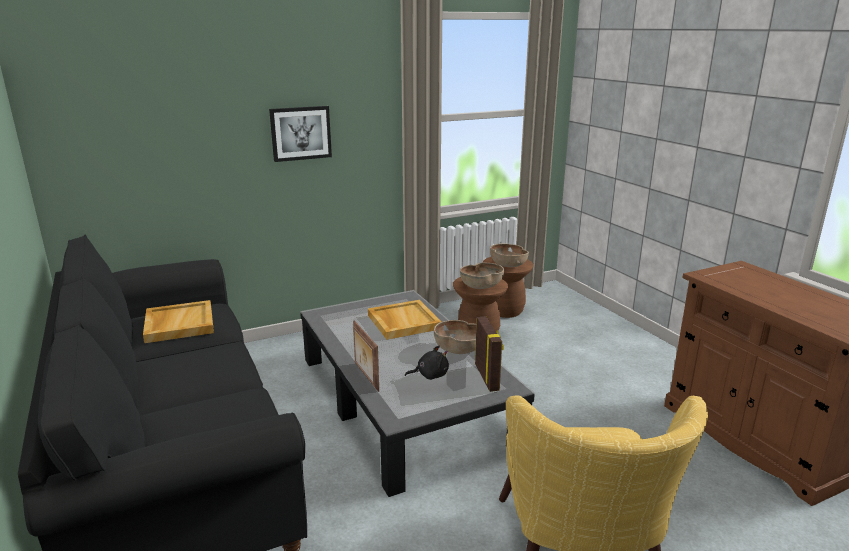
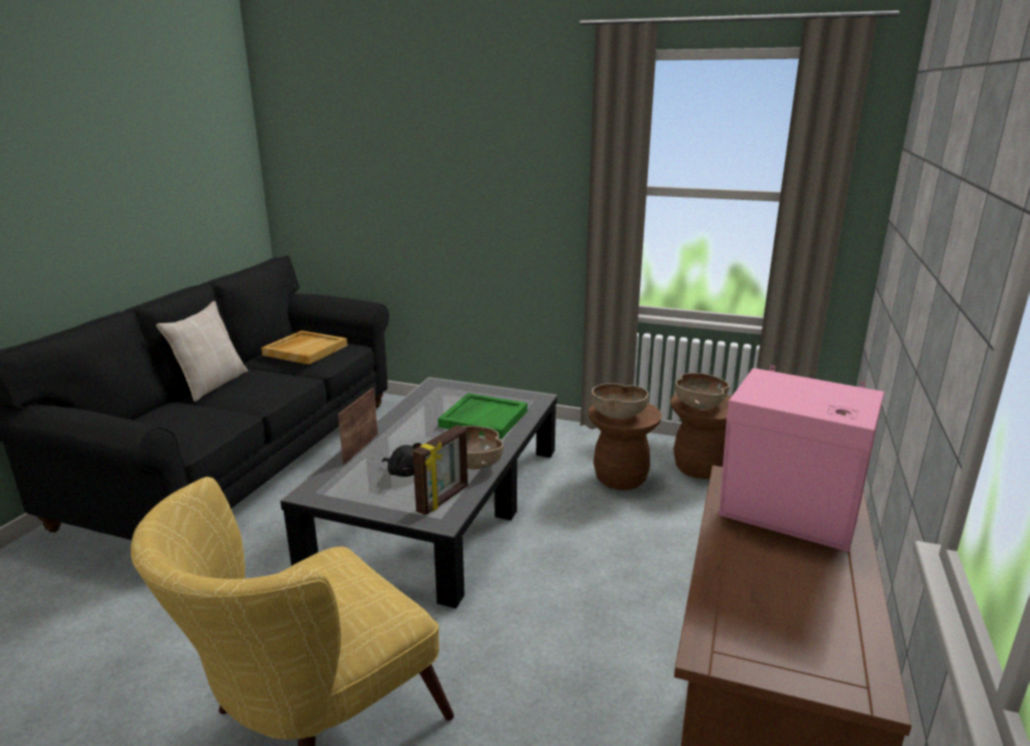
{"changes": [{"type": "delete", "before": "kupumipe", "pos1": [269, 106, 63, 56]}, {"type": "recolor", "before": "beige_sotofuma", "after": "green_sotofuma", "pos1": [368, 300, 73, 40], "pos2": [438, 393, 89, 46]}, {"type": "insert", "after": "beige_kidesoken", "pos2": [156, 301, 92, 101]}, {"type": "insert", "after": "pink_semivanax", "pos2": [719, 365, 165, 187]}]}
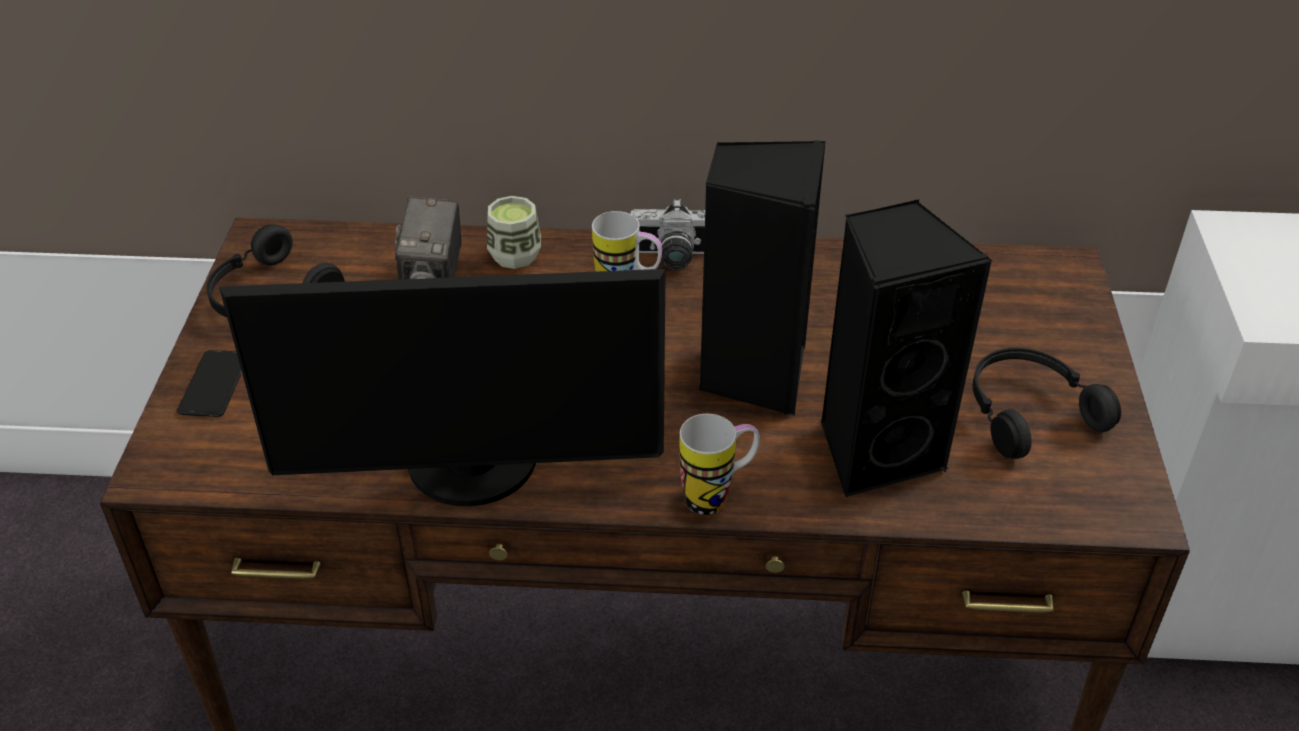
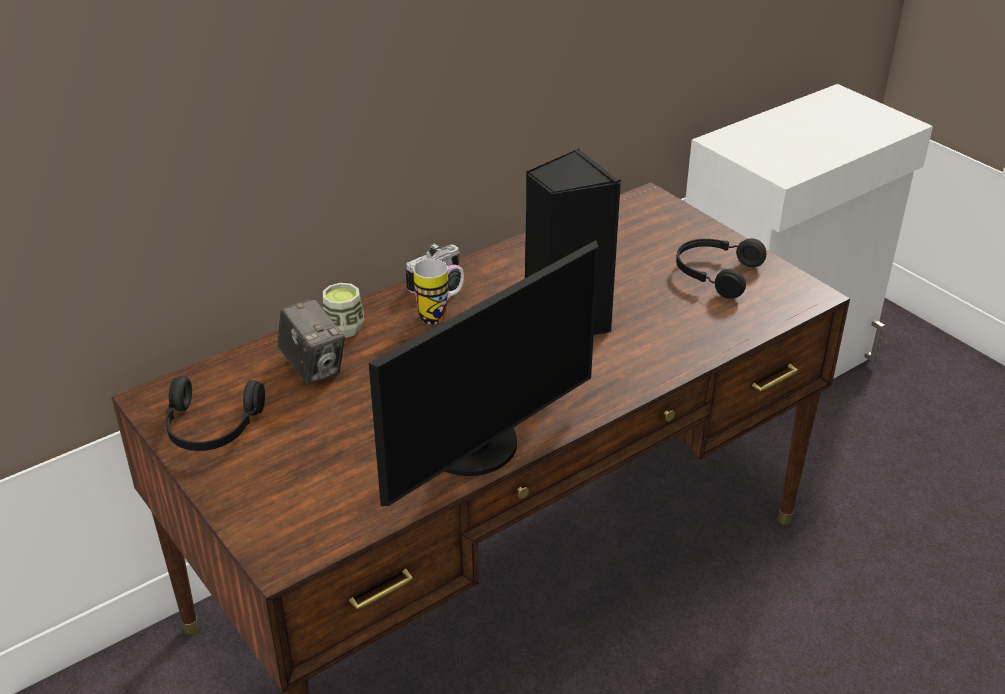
{"changes": [{"type": "delete", "before": "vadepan", "pos1": [177, 350, 65, 67]}, {"type": "delete", "before": "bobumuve", "pos1": [680, 414, 80, 101]}, {"type": "delete", "before": "black_semivanax", "pos1": [821, 200, 171, 297]}]}
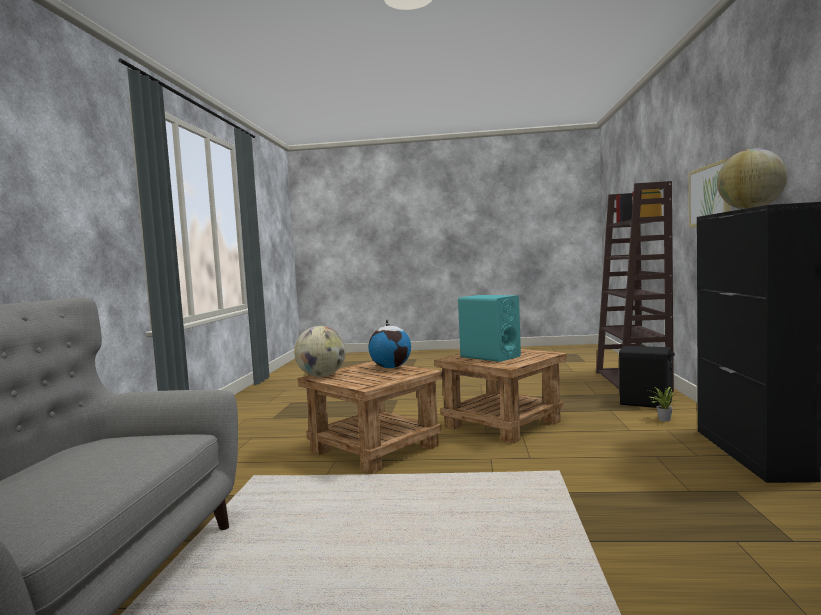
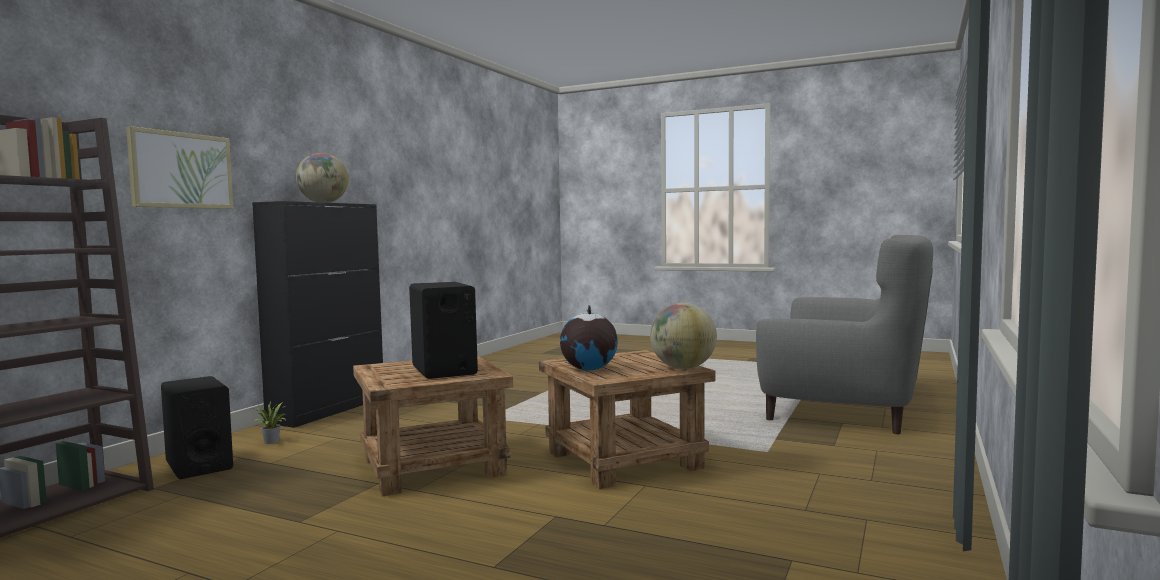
{"changes": [{"type": "recolor", "before": "turquoise_semivanax", "after": "black_semivanax", "pos1": [458, 295, 63, 67], "pos2": [409, 282, 69, 97]}]}
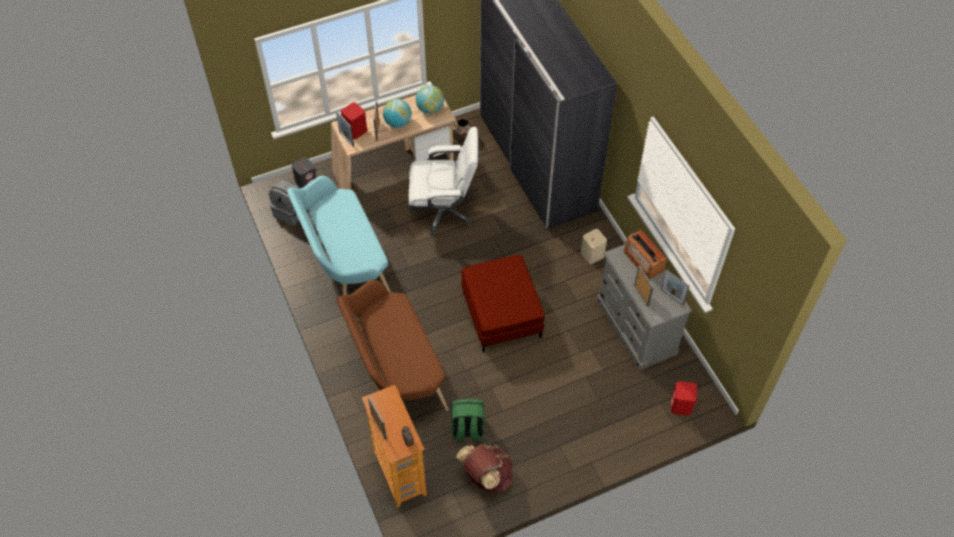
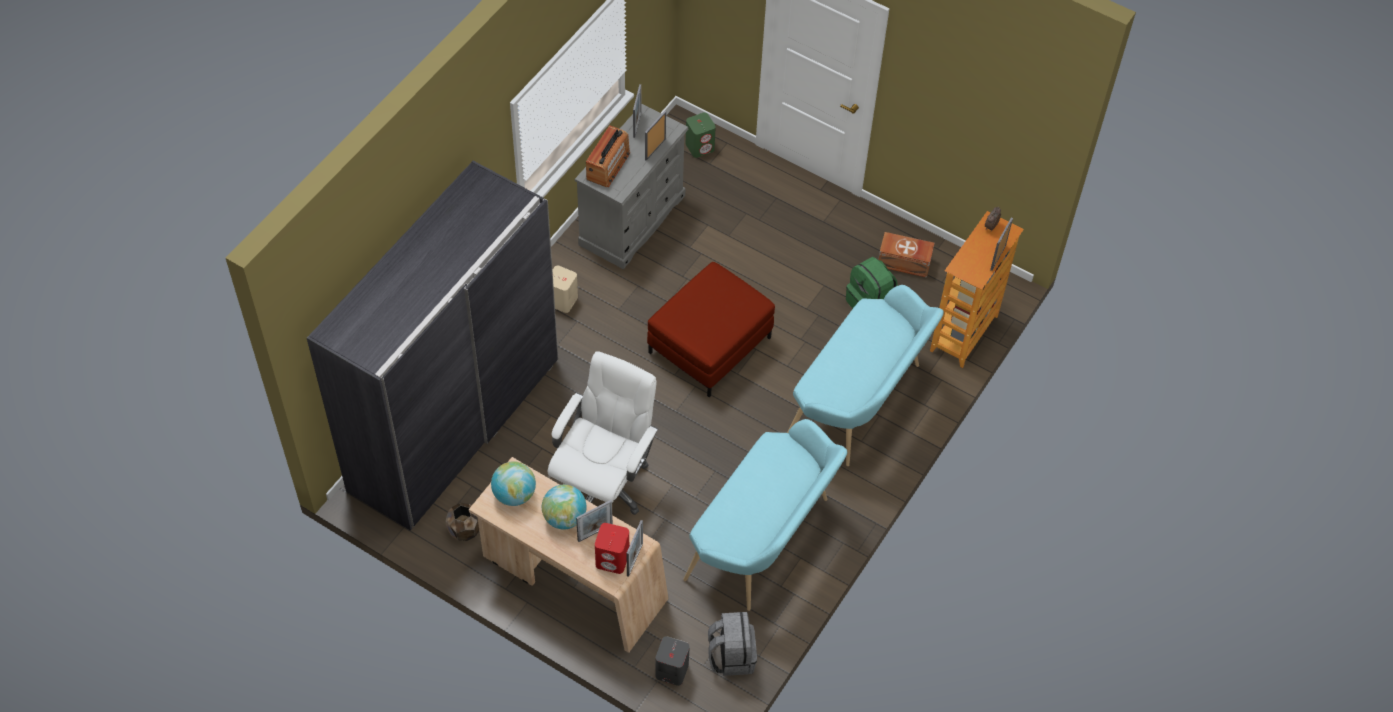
{"changes": [{"type": "recolor", "before": "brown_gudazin", "after": "turquoise_gudazin", "pos1": [337, 280, 111, 131], "pos2": [787, 285, 157, 181]}, {"type": "rotate", "before": "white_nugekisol", "pos1": [409, 127, 69, 109], "pos2": [548, 351, 110, 164], "turn": 60}, {"type": "replace", "before": "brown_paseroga", "after": "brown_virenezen", "pos1": [456, 444, 57, 48], "pos2": [878, 232, 57, 46]}, {"type": "recolor", "before": "red_semivanax", "after": "green_semivanax", "pos1": [671, 381, 26, 34], "pos2": [686, 112, 30, 46]}]}
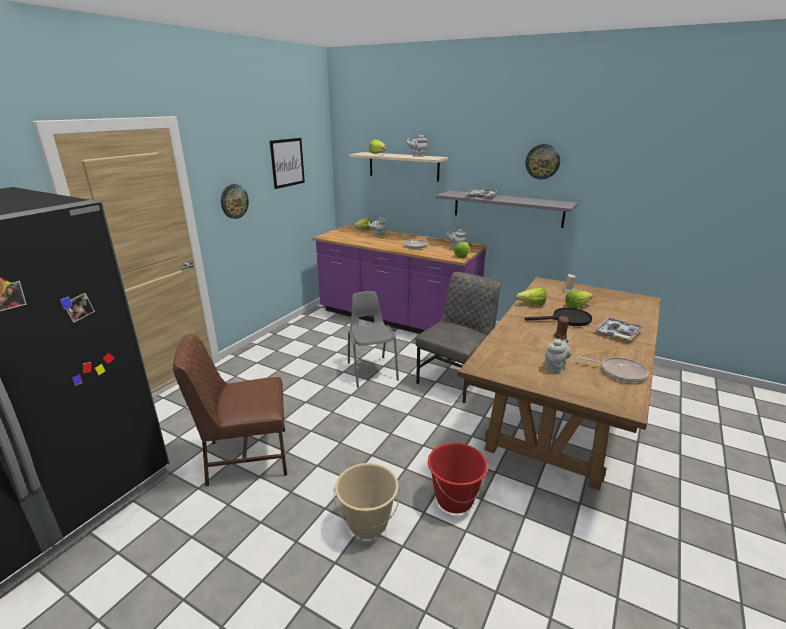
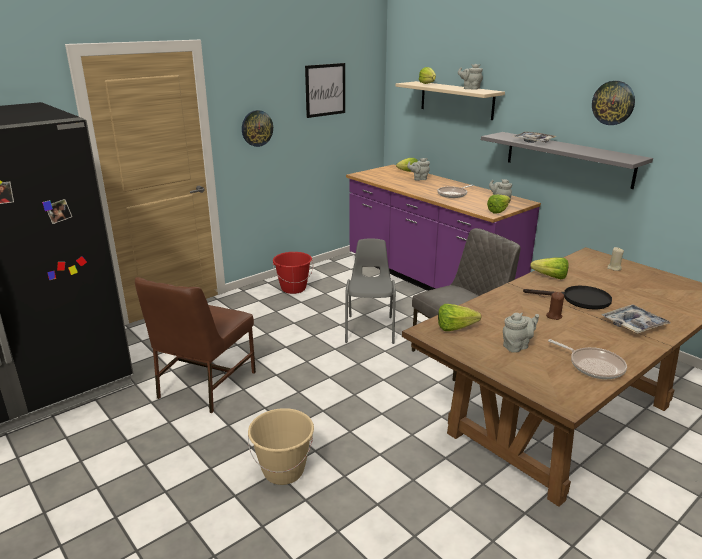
{"changes": [{"type": "rotate", "before": "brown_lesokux", "pos1": [173, 334, 114, 152], "pos2": [135, 277, 121, 136], "turn": -75}, {"type": "move", "before": "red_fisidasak", "pos1": [428, 443, 60, 70], "pos2": [273, 252, 40, 42]}, {"type": "move", "before": "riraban", "pos1": [565, 290, 28, 19], "pos2": [438, 304, 43, 27]}]}
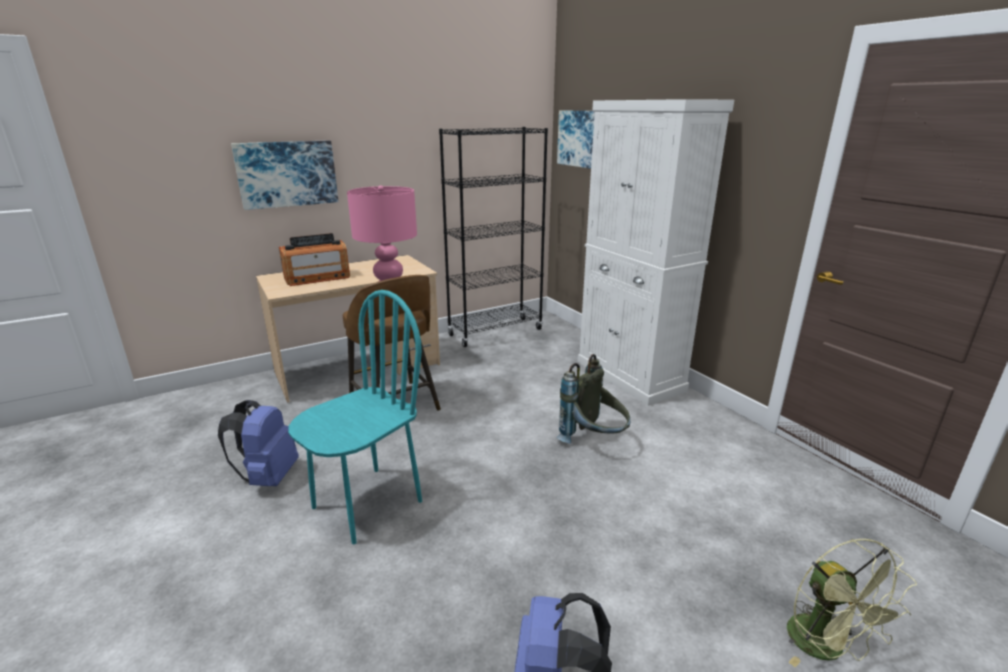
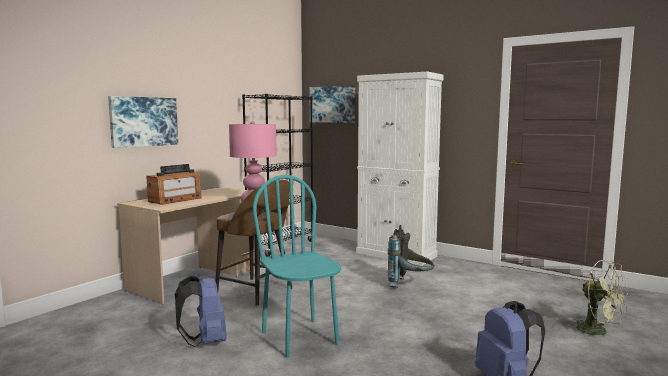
{"changes": [{"type": "rotate", "before": "turquoise_lesokux", "pos1": [288, 290, 134, 254], "pos2": [253, 175, 88, 183], "turn": -45}]}
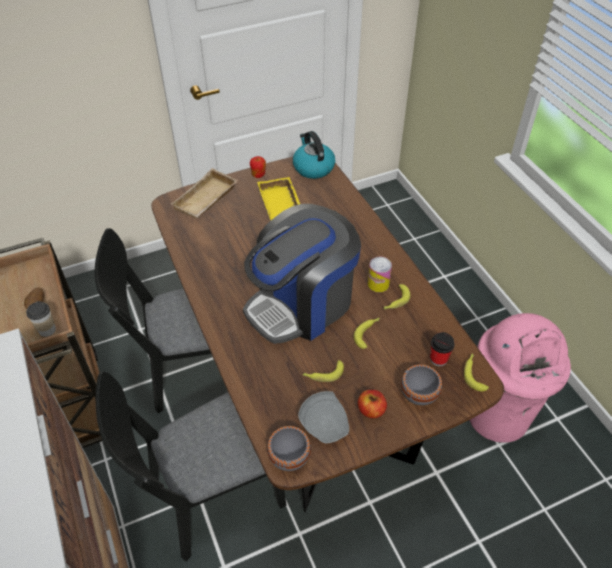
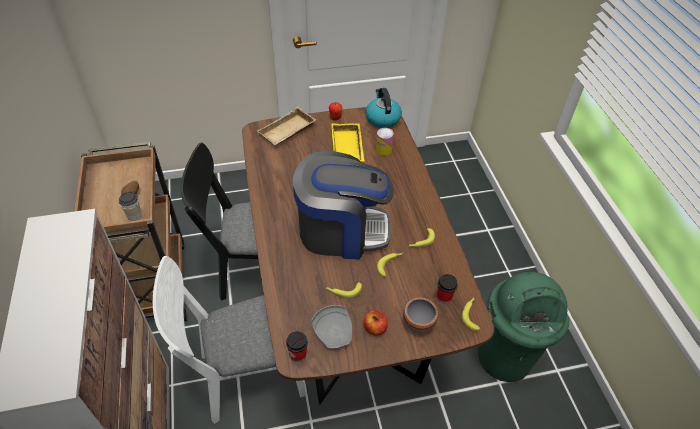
{"changes": [{"type": "recolor", "before": "black_lesokux", "after": "white_lesokux", "pos1": [96, 372, 191, 190], "pos2": [153, 256, 153, 168]}, {"type": "rotate", "before": "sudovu", "pos1": [243, 204, 118, 140], "pos2": [293, 151, 101, 109], "turn": -150}, {"type": "replace", "before": "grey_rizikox", "after": "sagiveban", "pos1": [267, 426, 44, 45], "pos2": [286, 331, 22, 31]}, {"type": "move", "before": "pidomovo", "pos1": [368, 257, 24, 35], "pos2": [376, 128, 18, 27]}, {"type": "recolor", "before": "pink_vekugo", "after": "green_vekugo", "pos1": [470, 313, 101, 130], "pos2": [478, 272, 92, 110]}]}
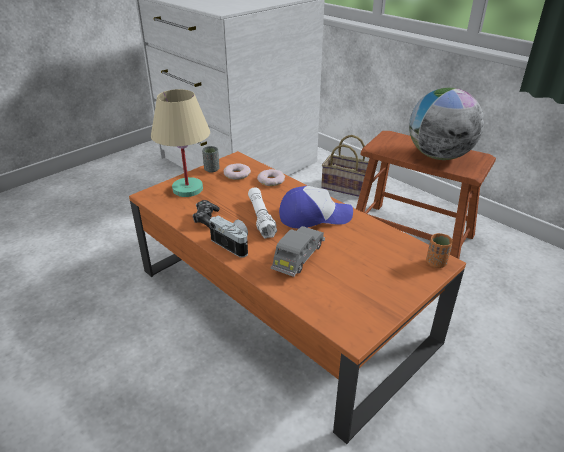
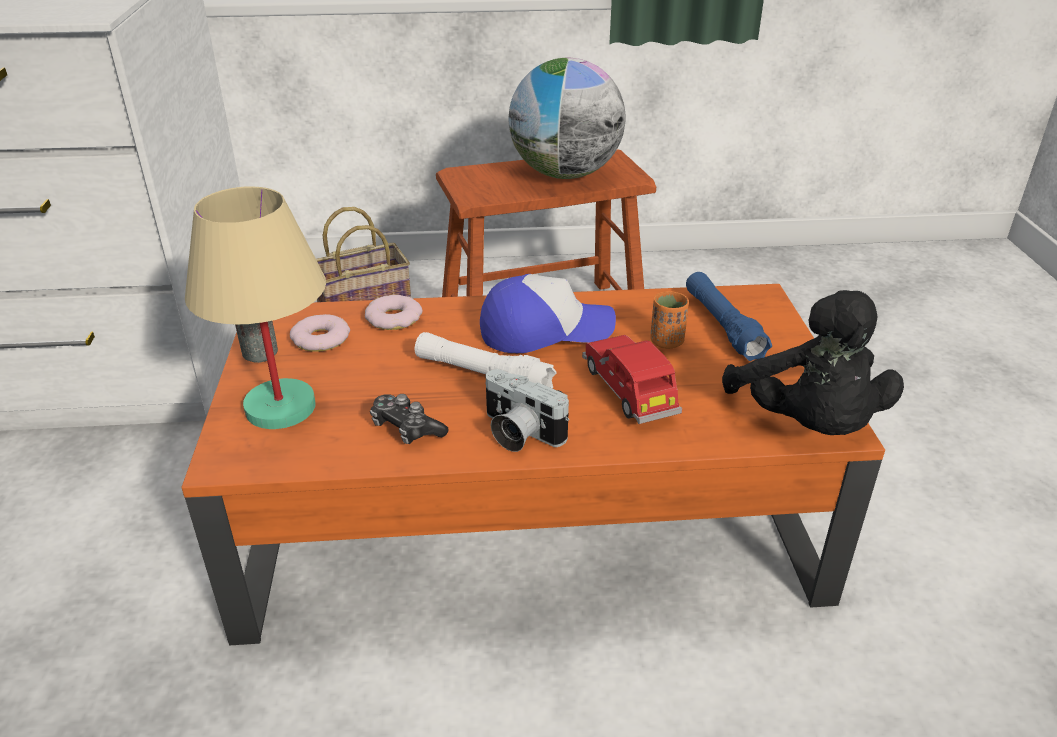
{"changes": [{"type": "rotate", "before": "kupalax", "pos1": [209, 216, 39, 42], "pos2": [485, 369, 84, 83], "turn": -135}, {"type": "recolor", "before": "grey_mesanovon", "after": "red_mesanovon", "pos1": [271, 226, 54, 51], "pos2": [582, 335, 100, 89]}, {"type": "rotate", "before": "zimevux", "pos1": [279, 186, 74, 43], "pos2": [480, 274, 136, 79], "turn": 45}, {"type": "move", "before": "orange_sagiveban", "pos1": [426, 233, 27, 35], "pos2": [650, 291, 39, 58]}, {"type": "insert", "after": "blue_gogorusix", "pos2": [686, 272, 86, 89]}, {"type": "insert", "after": "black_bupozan", "pos2": [722, 290, 182, 145]}]}
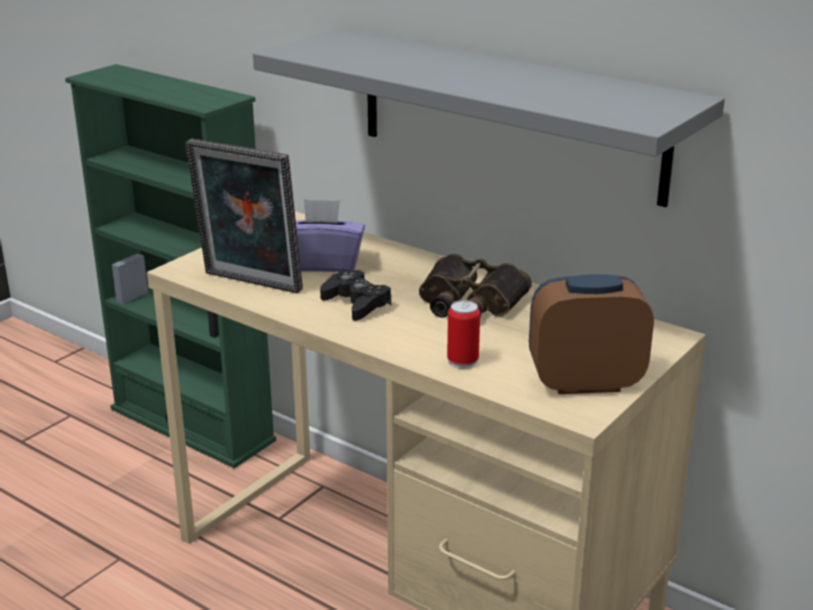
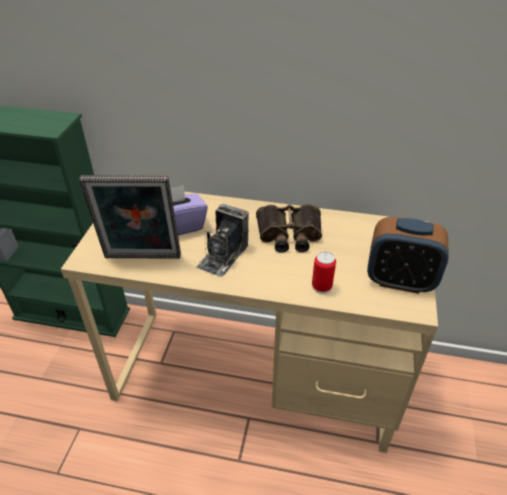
{"changes": [{"type": "delete", "before": "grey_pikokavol", "pos1": [253, 28, 472, 179]}, {"type": "replace", "before": "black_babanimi", "after": "kupalax", "pos1": [320, 270, 71, 51], "pos2": [196, 204, 53, 73]}, {"type": "rotate", "before": "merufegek", "pos1": [529, 274, 125, 120], "pos2": [367, 217, 82, 77], "turn": -135}]}
